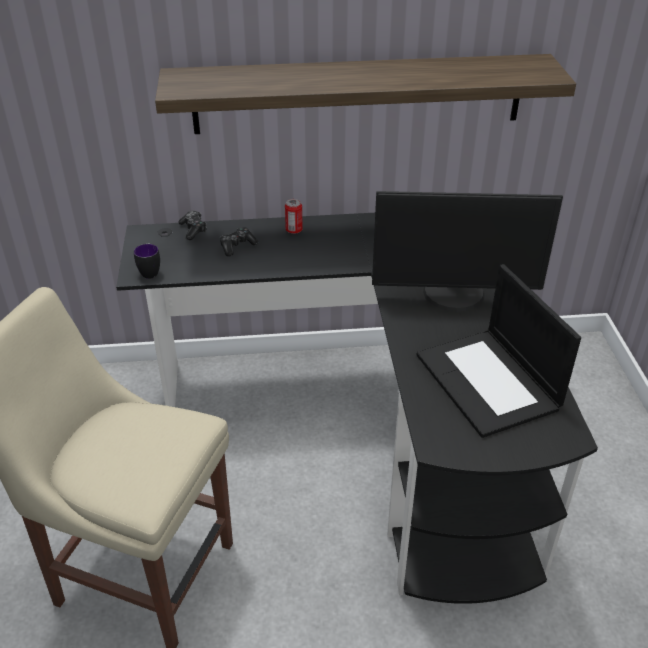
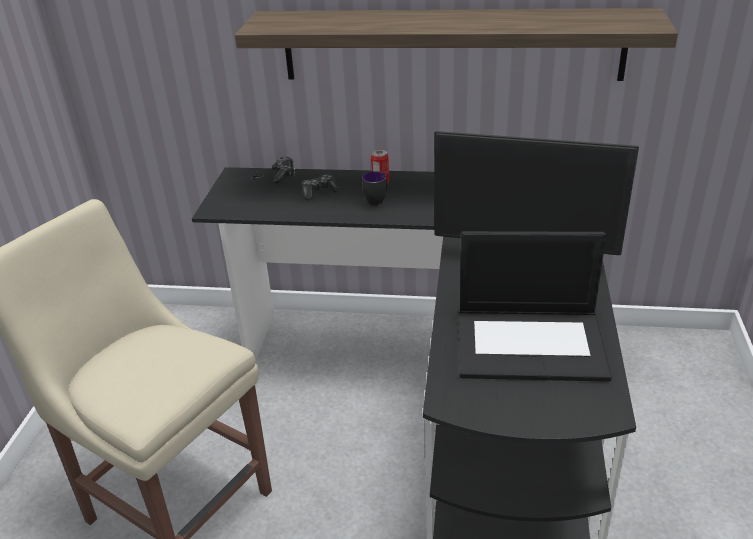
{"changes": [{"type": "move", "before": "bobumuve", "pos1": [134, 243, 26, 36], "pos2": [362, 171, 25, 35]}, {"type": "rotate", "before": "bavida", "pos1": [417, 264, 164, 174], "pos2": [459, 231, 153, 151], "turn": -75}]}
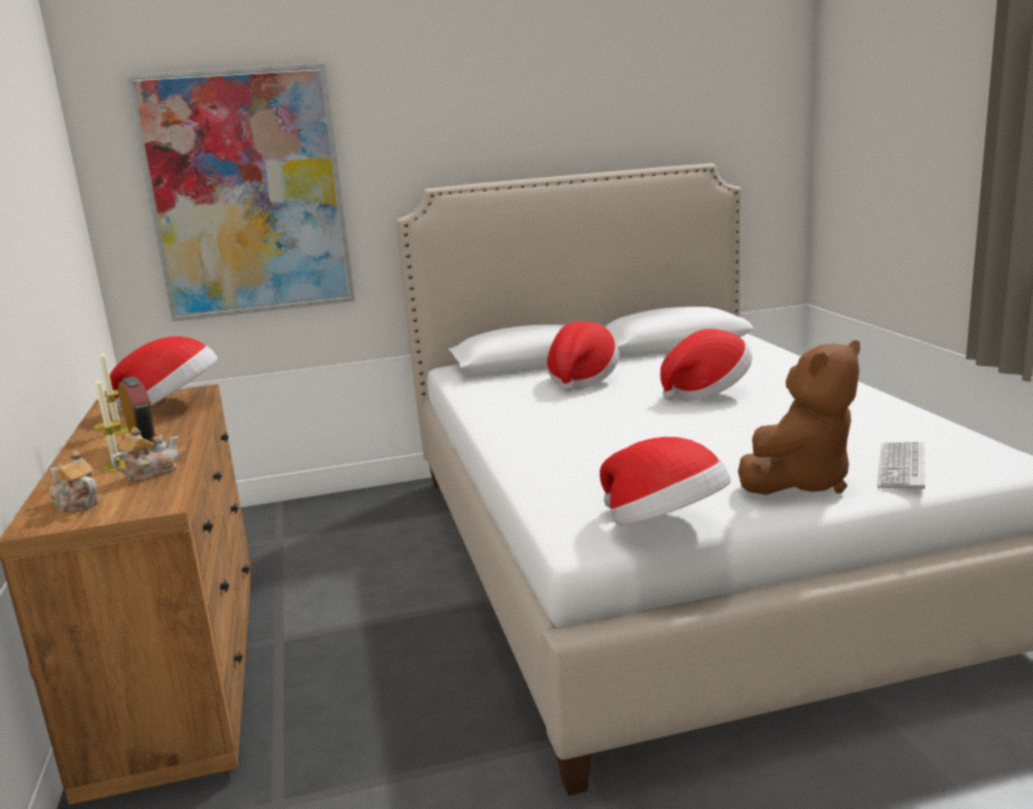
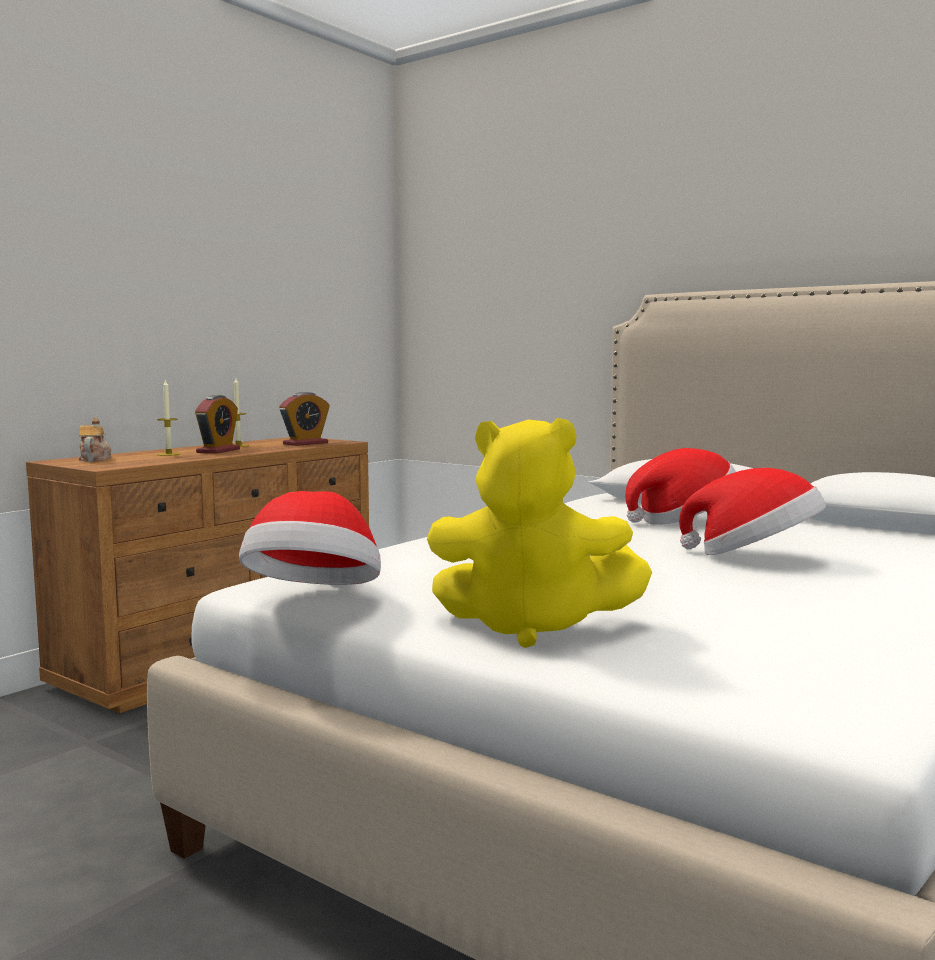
{"changes": [{"type": "replace", "before": "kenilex", "after": "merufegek", "pos1": [110, 336, 108, 73], "pos2": [279, 392, 50, 54]}, {"type": "delete", "before": "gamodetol", "pos1": [111, 427, 67, 55]}, {"type": "delete", "before": "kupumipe", "pos1": [126, 63, 229, 259]}, {"type": "recolor", "before": "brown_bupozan", "after": "yellow_bupozan", "pos1": [738, 340, 122, 155], "pos2": [427, 418, 225, 230]}, {"type": "delete", "before": "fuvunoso", "pos1": [877, 441, 48, 48]}]}
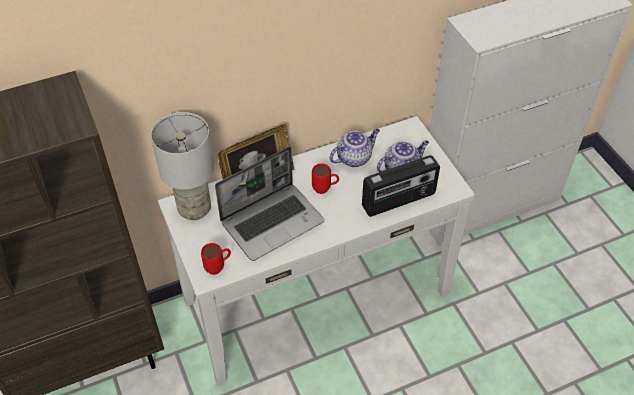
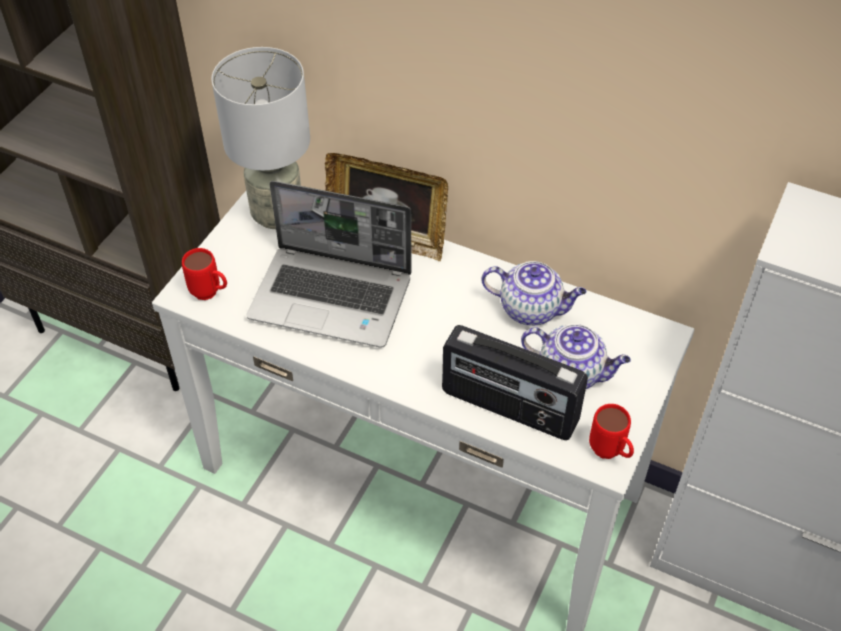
{"changes": [{"type": "move", "before": "red_bobumuve", "pos1": [312, 163, 27, 31], "pos2": [589, 404, 45, 55]}]}
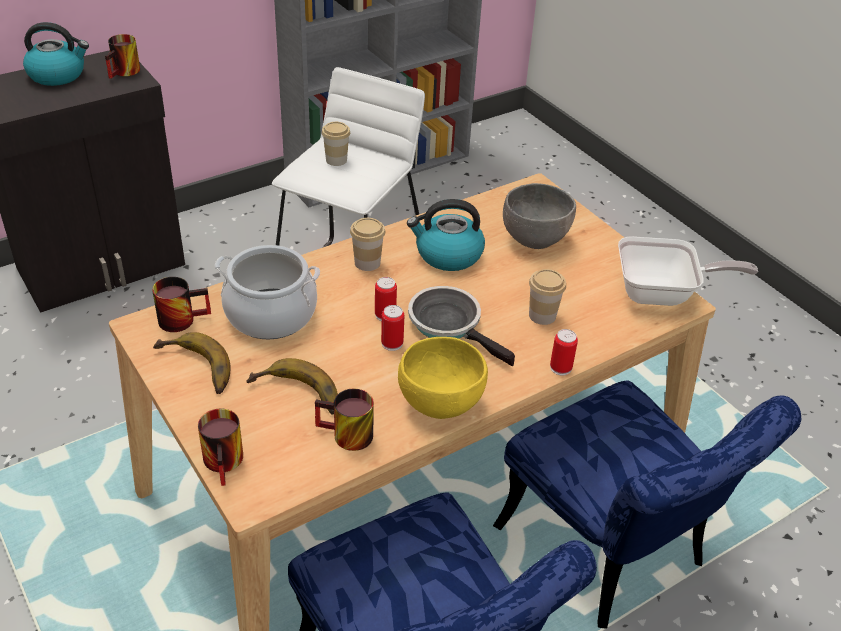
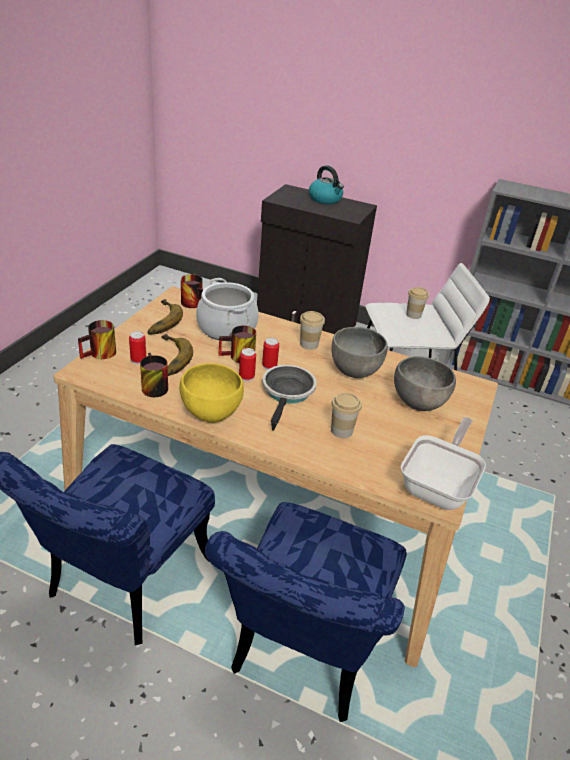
{"changes": [{"type": "move", "before": "bobumuve", "pos1": [105, 34, 35, 45], "pos2": [219, 325, 37, 38]}, {"type": "replace", "before": "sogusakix", "after": "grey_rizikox", "pos1": [407, 199, 78, 72], "pos2": [332, 327, 56, 51]}, {"type": "move", "before": "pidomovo", "pos1": [550, 329, 28, 46], "pos2": [129, 331, 17, 34]}, {"type": "rotate", "before": "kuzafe", "pos1": [618, 236, 140, 70], "pos2": [401, 417, 85, 93], "turn": -120}]}
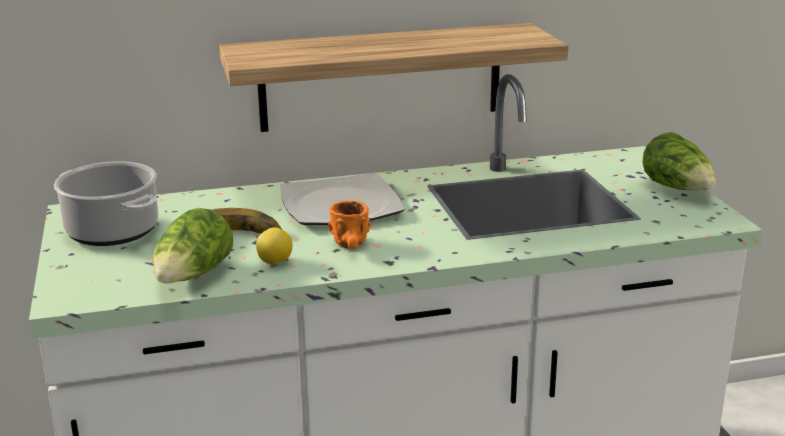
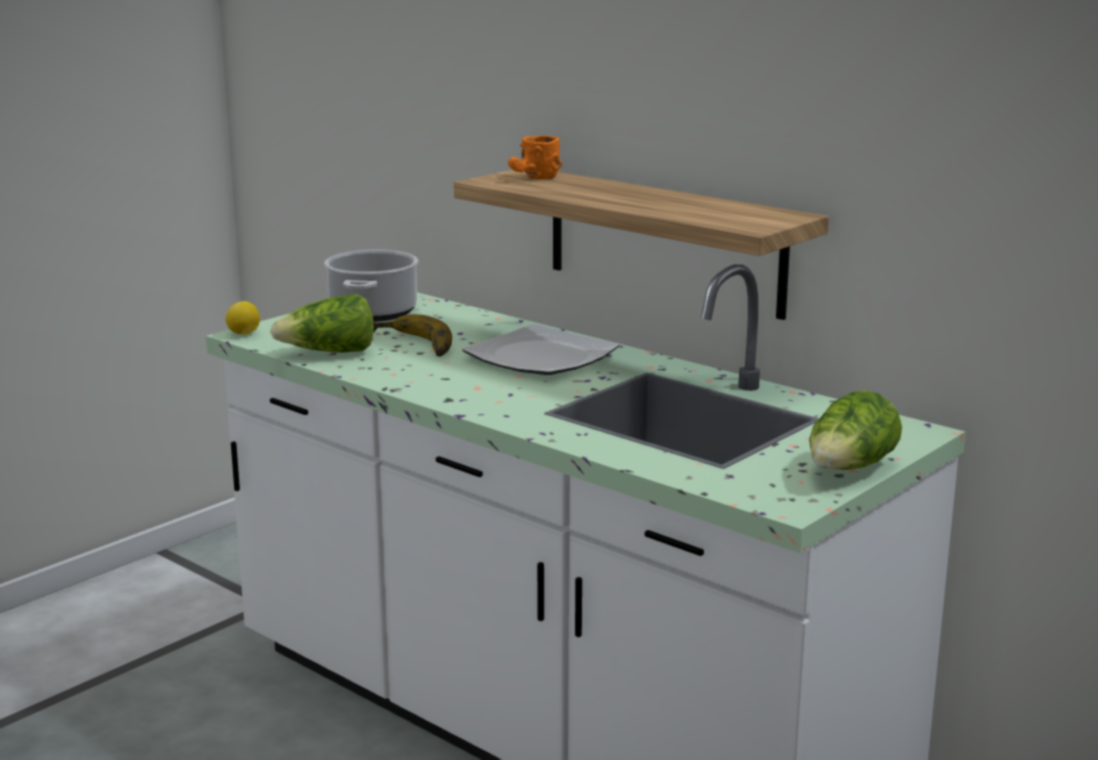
{"changes": [{"type": "move", "before": "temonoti", "pos1": [256, 227, 36, 37], "pos2": [226, 301, 34, 33]}, {"type": "move", "before": "orange_bobumuve", "pos1": [328, 201, 43, 48], "pos2": [508, 135, 54, 44]}]}
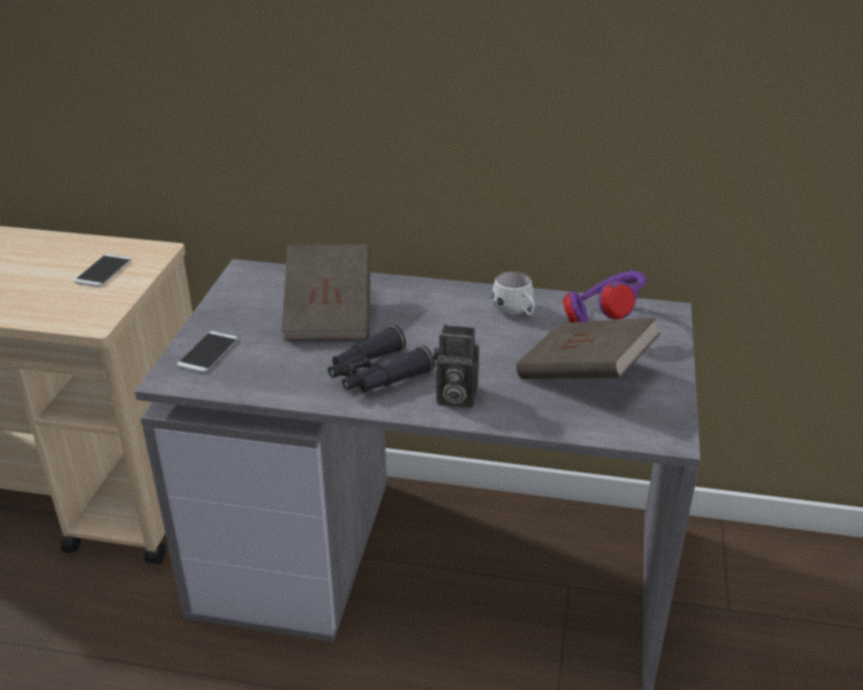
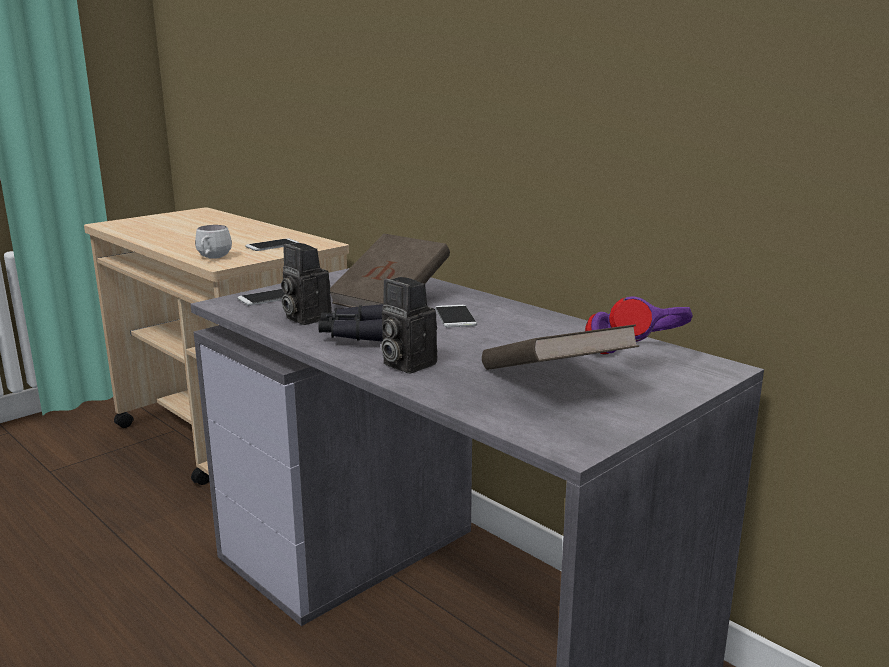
{"changes": [{"type": "move", "before": "white_bobumuve", "pos1": [492, 271, 43, 45], "pos2": [195, 225, 37, 34]}, {"type": "insert", "after": "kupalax", "pos2": [281, 243, 51, 82]}, {"type": "insert", "after": "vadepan", "pos2": [435, 305, 42, 22]}]}
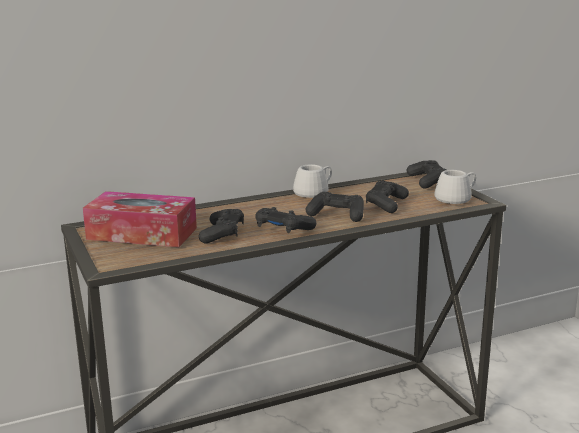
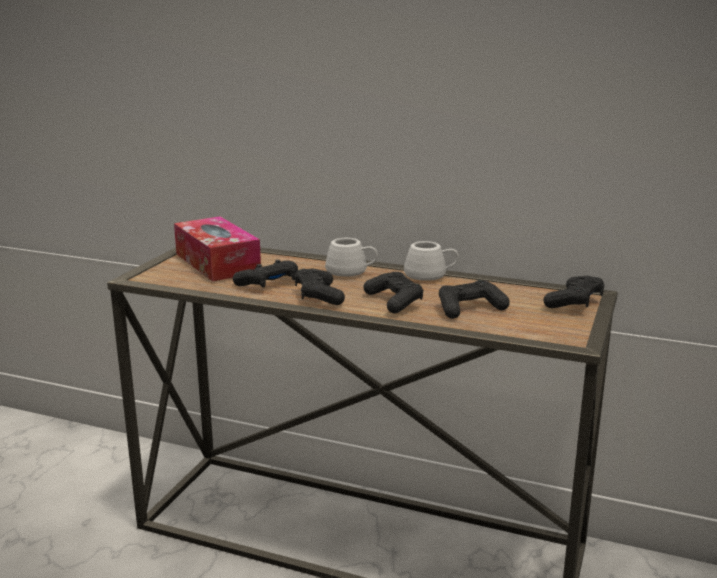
{"changes": [{"type": "move", "before": "white_bobumuve", "pos1": [434, 170, 42, 34], "pos2": [325, 238, 53, 39]}]}
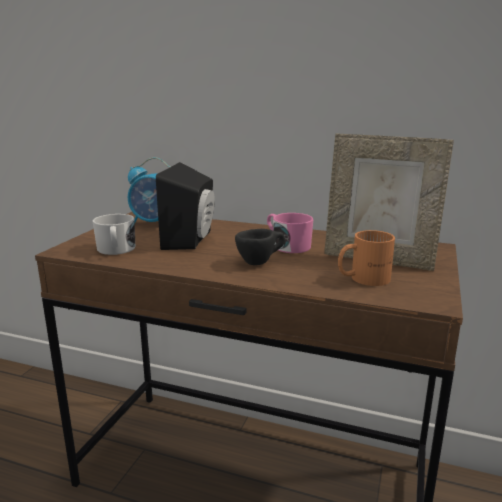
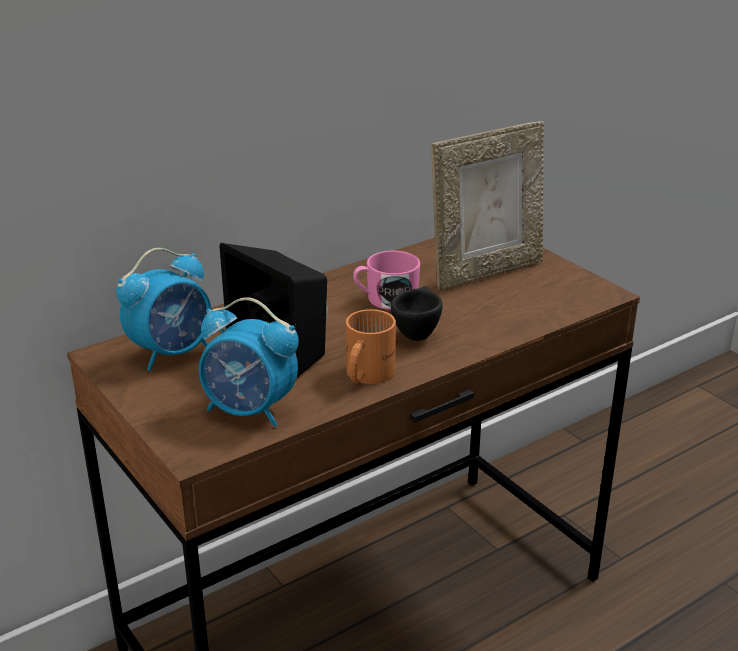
{"changes": [{"type": "replace", "before": "white_bobumuve", "after": "merufegek", "pos1": [92, 214, 43, 41], "pos2": [199, 297, 100, 130]}, {"type": "move", "before": "orange_bobumuve", "pos1": [338, 230, 57, 56], "pos2": [346, 309, 50, 75]}]}
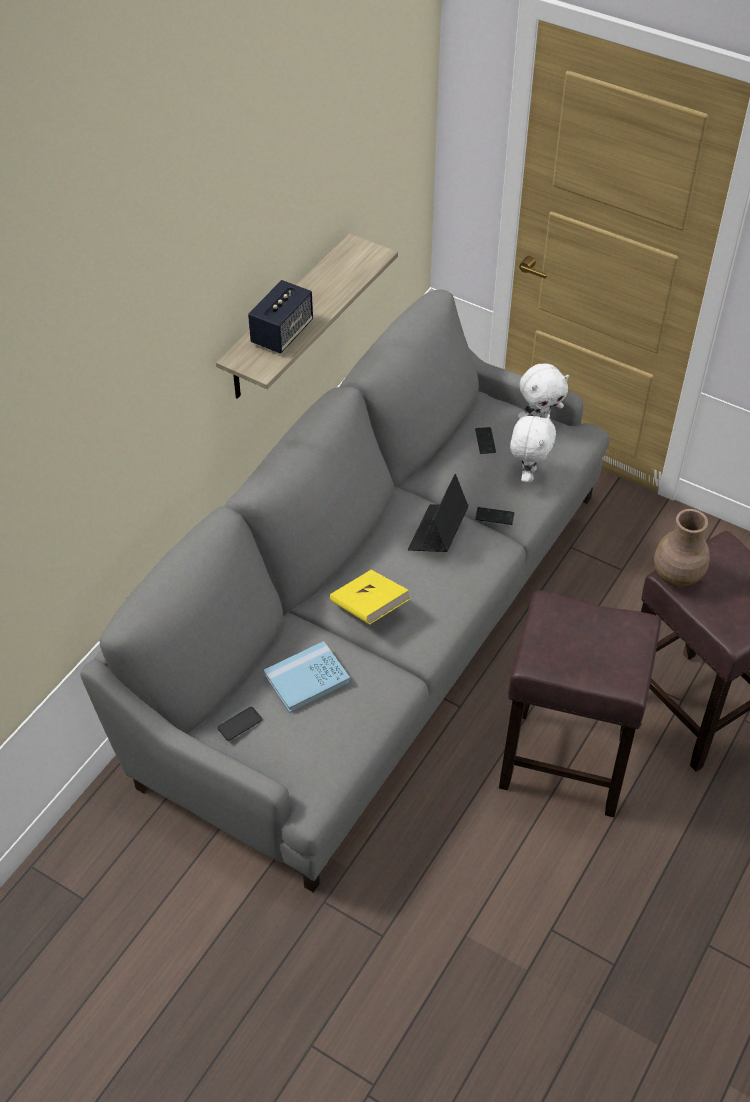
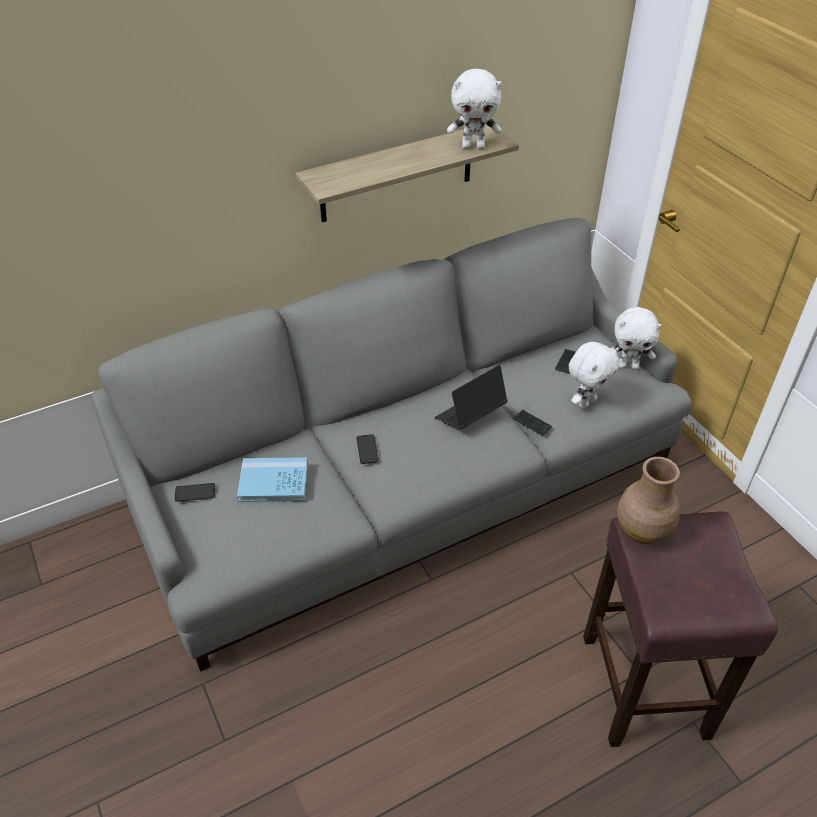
{"changes": [{"type": "delete", "before": "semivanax", "pos1": [248, 280, 65, 74]}, {"type": "replace", "before": "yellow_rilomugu", "after": "vadepan", "pos1": [330, 570, 81, 55], "pos2": [356, 434, 23, 30]}, {"type": "delete", "before": "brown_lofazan", "pos1": [499, 590, 162, 227]}, {"type": "insert", "after": "white_bupozan", "pos2": [447, 69, 55, 80]}]}
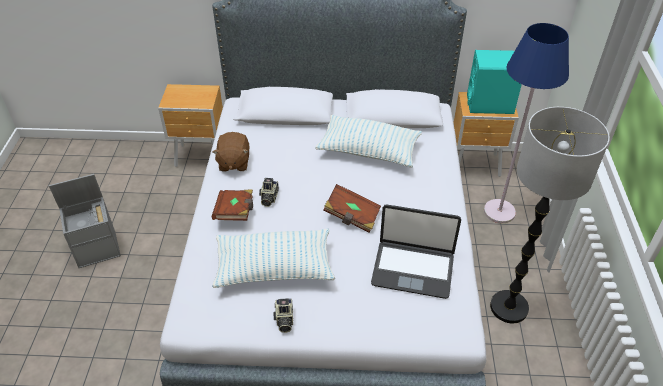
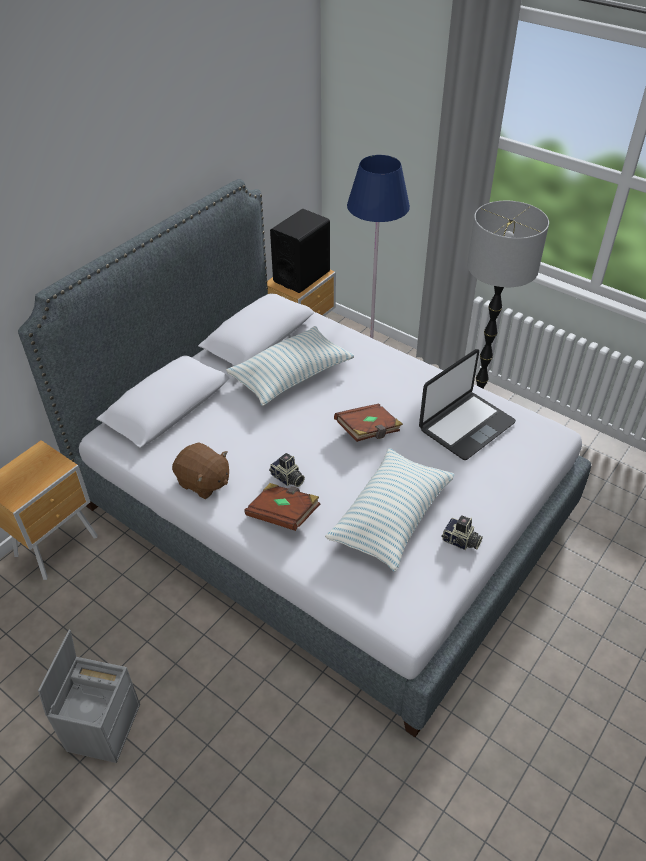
{"changes": [{"type": "recolor", "before": "turquoise_semivanax", "after": "black_semivanax", "pos1": [467, 50, 55, 64], "pos2": [270, 209, 60, 84]}]}
